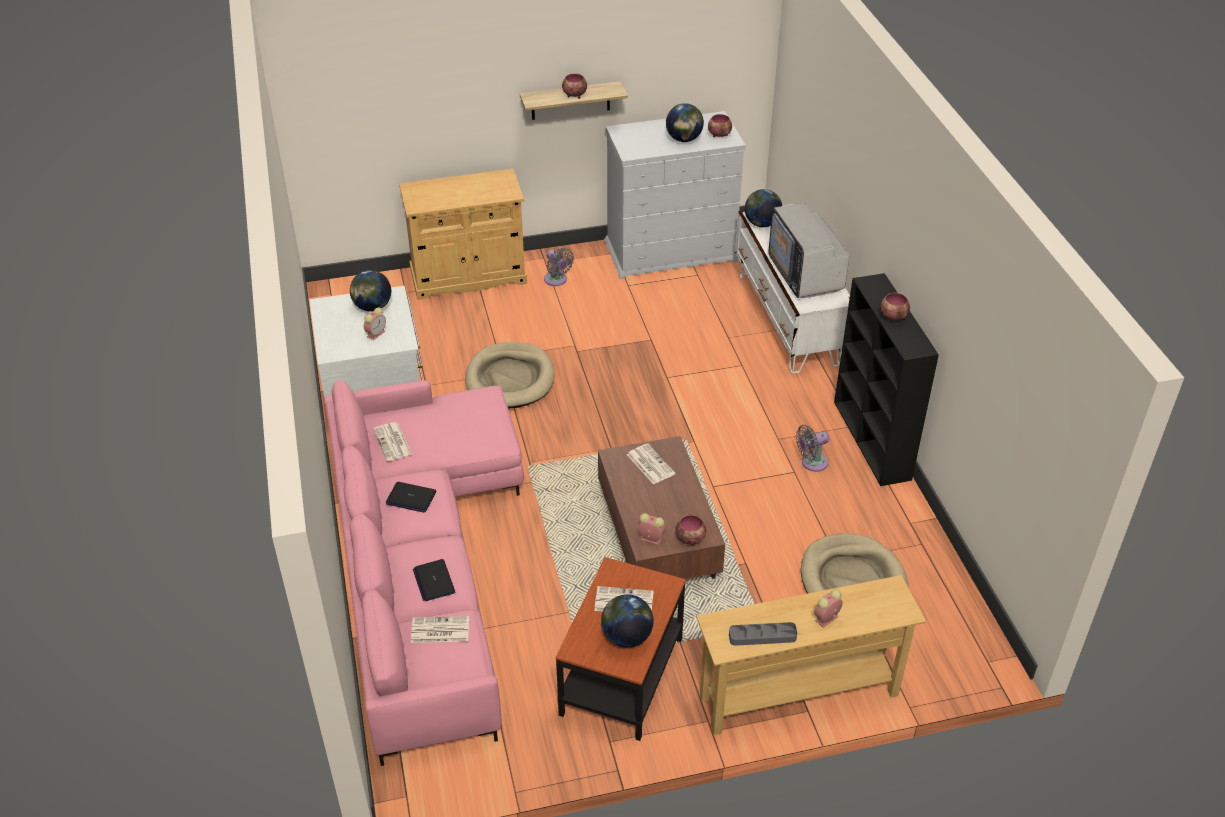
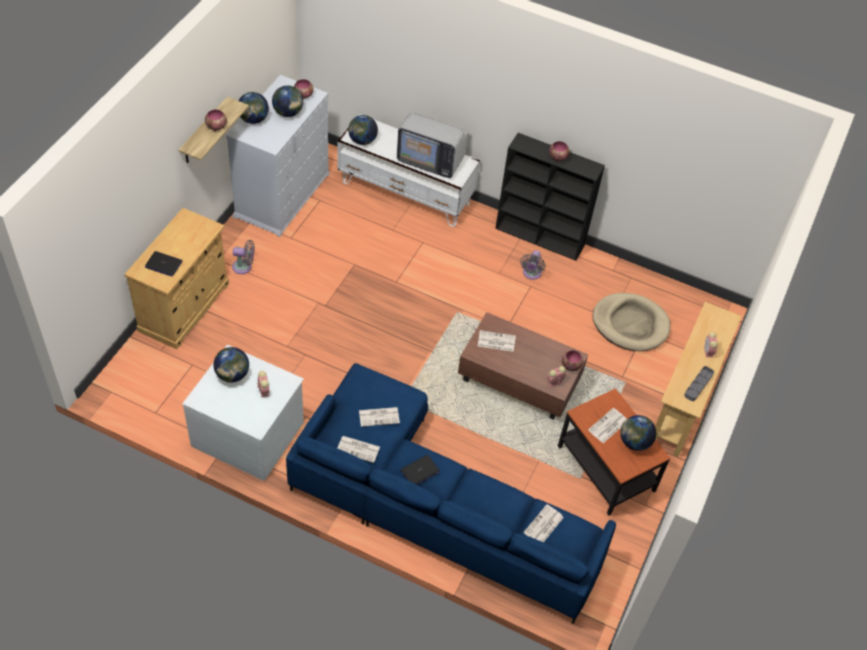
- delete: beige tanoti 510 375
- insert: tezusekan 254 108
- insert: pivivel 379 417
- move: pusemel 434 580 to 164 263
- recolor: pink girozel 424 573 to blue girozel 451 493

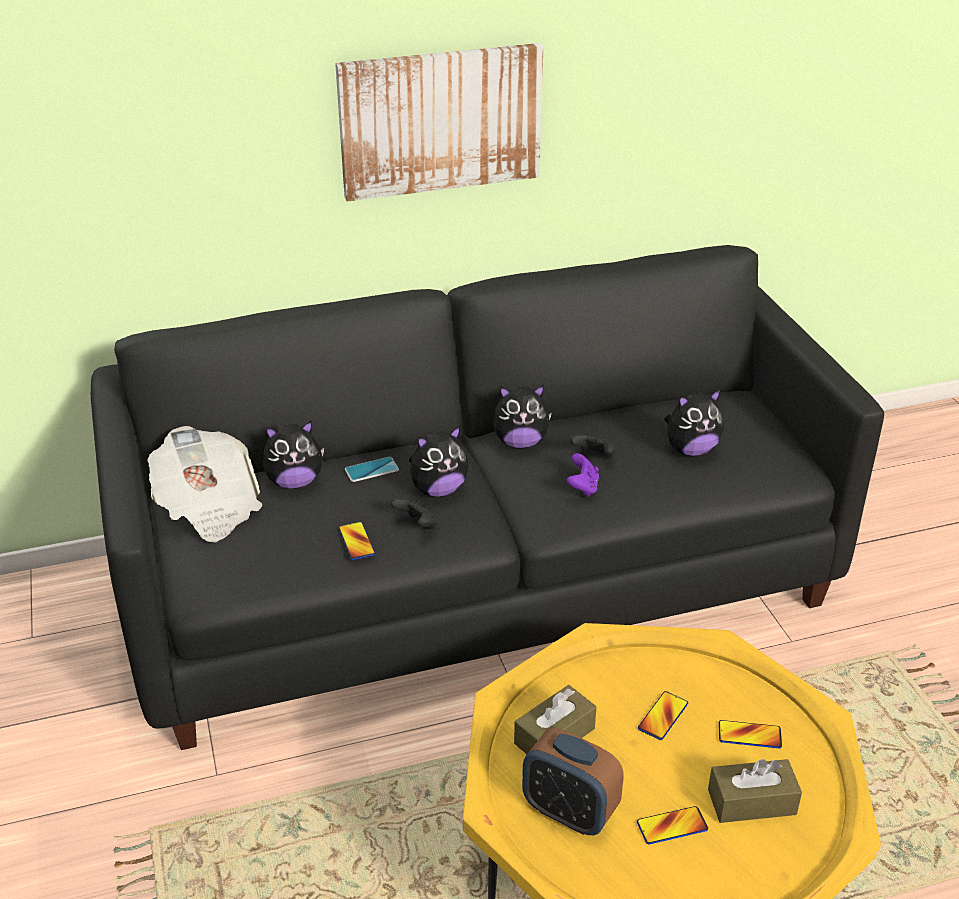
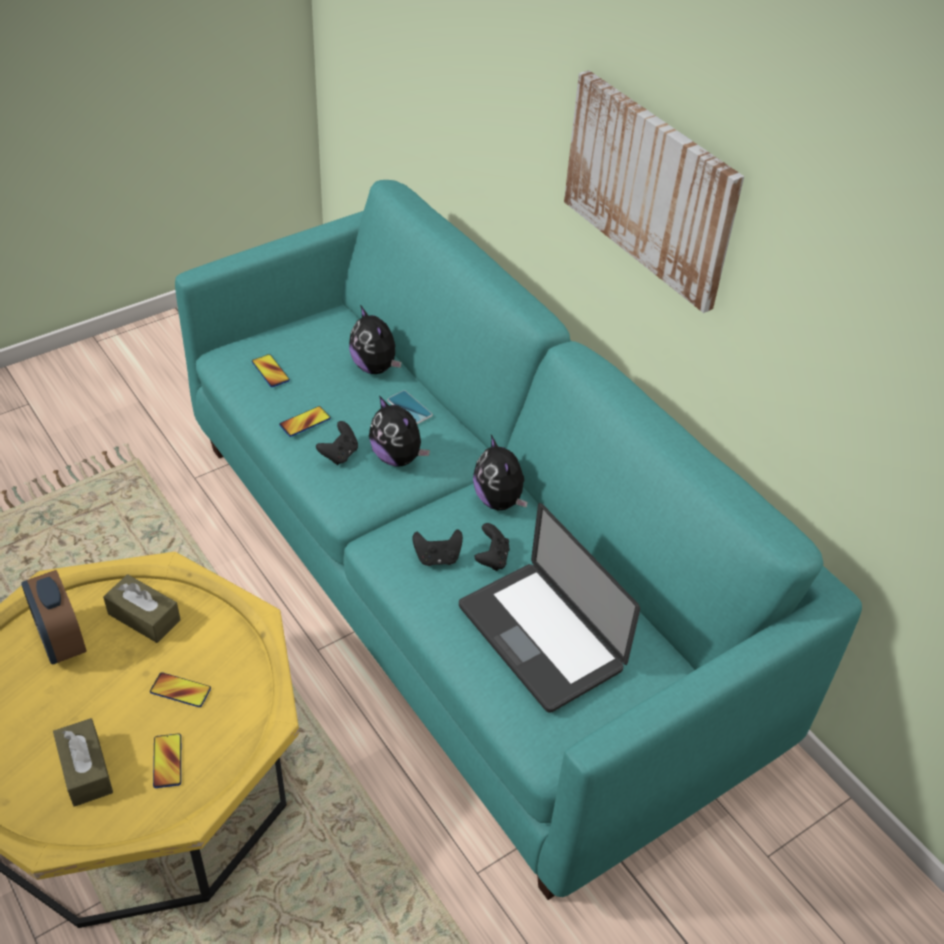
- delete: pivivel 205 484
- move: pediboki 672 825 to 271 370
- replace: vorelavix 694 422 to pusemel 549 608
- recolor: black girozel 487 497 to turquoise girozel 518 540
- recolor: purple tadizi 582 475 to black tadizi 438 547
- rotate: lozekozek 573 781 = 54 617 45 degrees counterclockwise

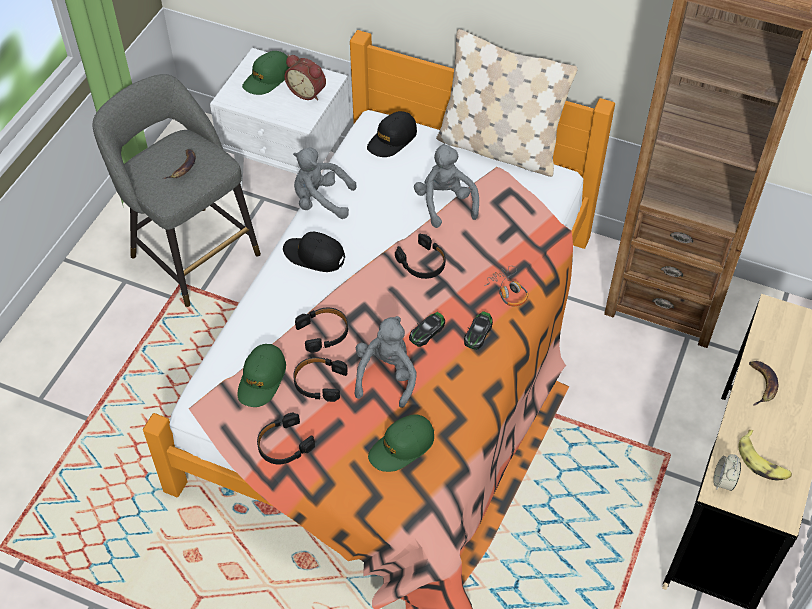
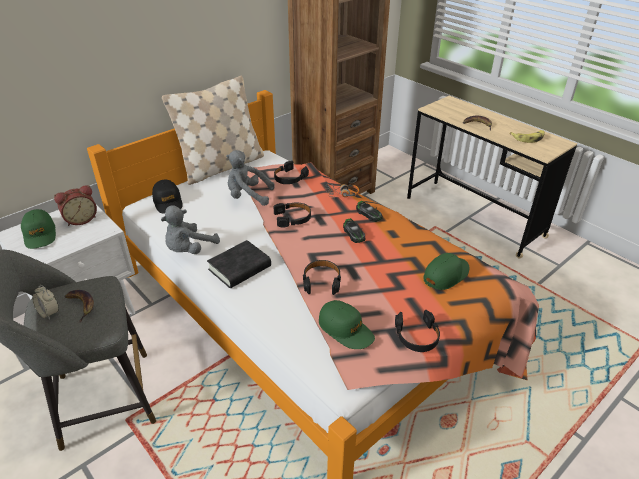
- delete: grey vorelavix 386 362
- move: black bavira 320 379 to 291 172
- move: lozekozek 727 472 to 45 302
- replace: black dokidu 314 252 to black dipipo 239 264
- rotate: green dokidu 401 443 = 446 271 120 degrees counterclockwise

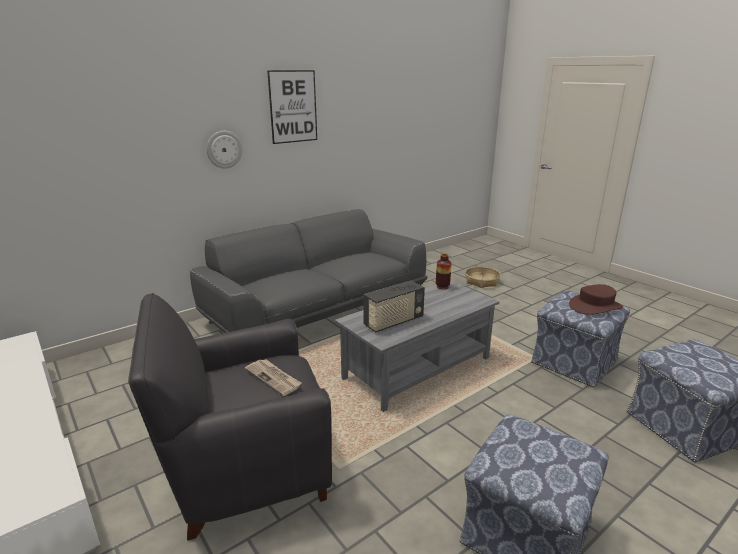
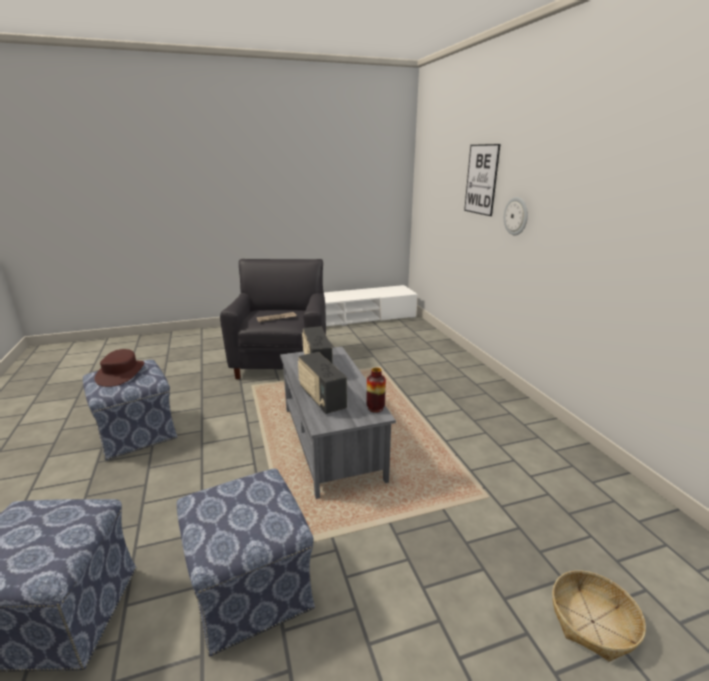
- delete: grey girozel 309 271
- insert: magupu 322 383
- move: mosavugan 292 107 to 482 180
- move: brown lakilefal 596 299 to 119 368

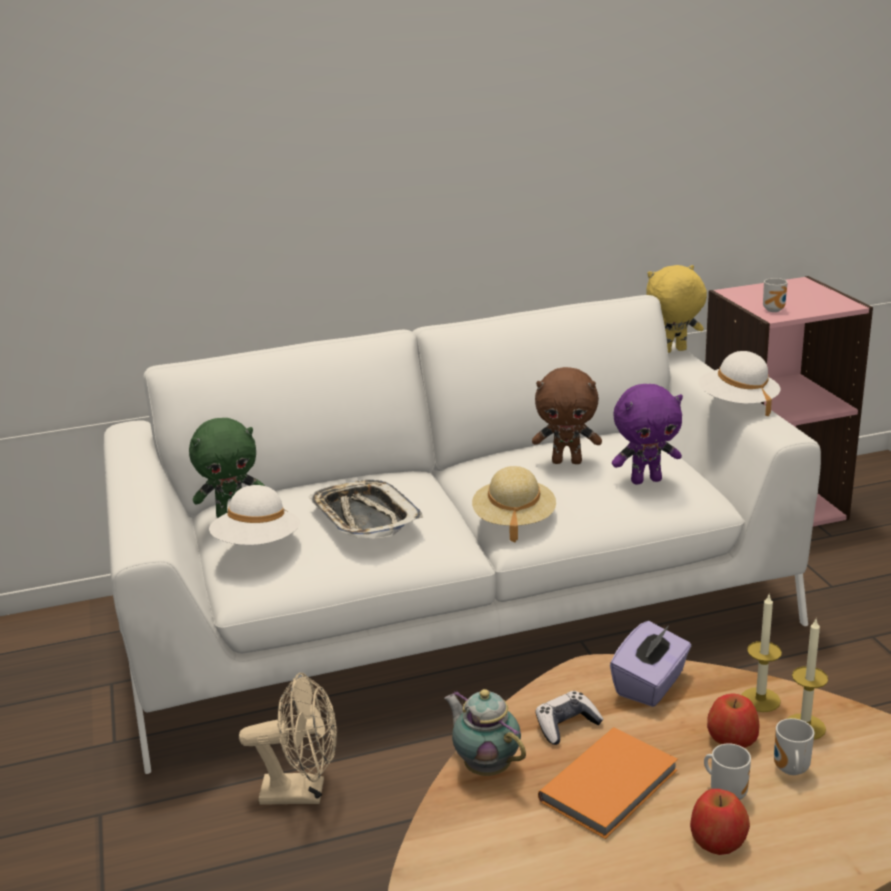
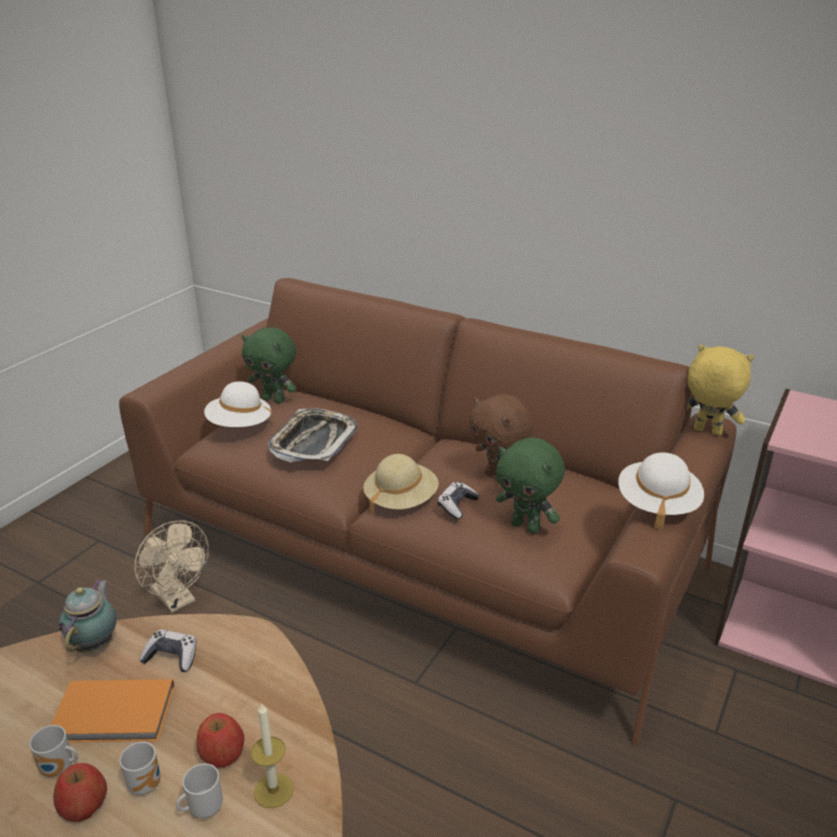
- delete: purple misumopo 650 664
- delete: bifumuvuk 762 652
- insert: tadizi 458 500
- move: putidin 775 295 to 53 751
- recolor: white girozel 462 534 to brown girozel 428 512
- recolor: purple vorelavix 647 434 to green vorelavix 530 486

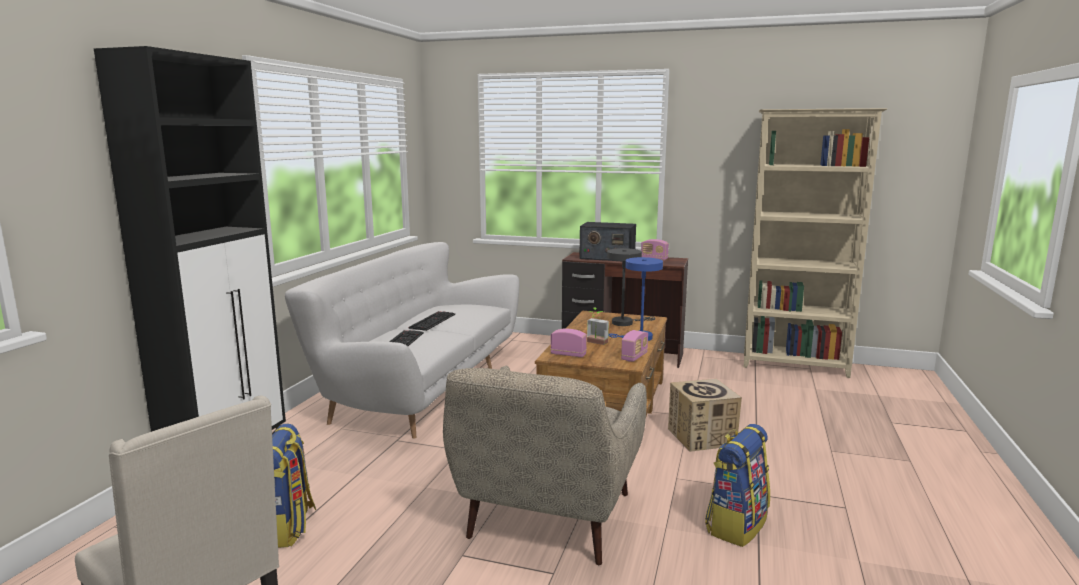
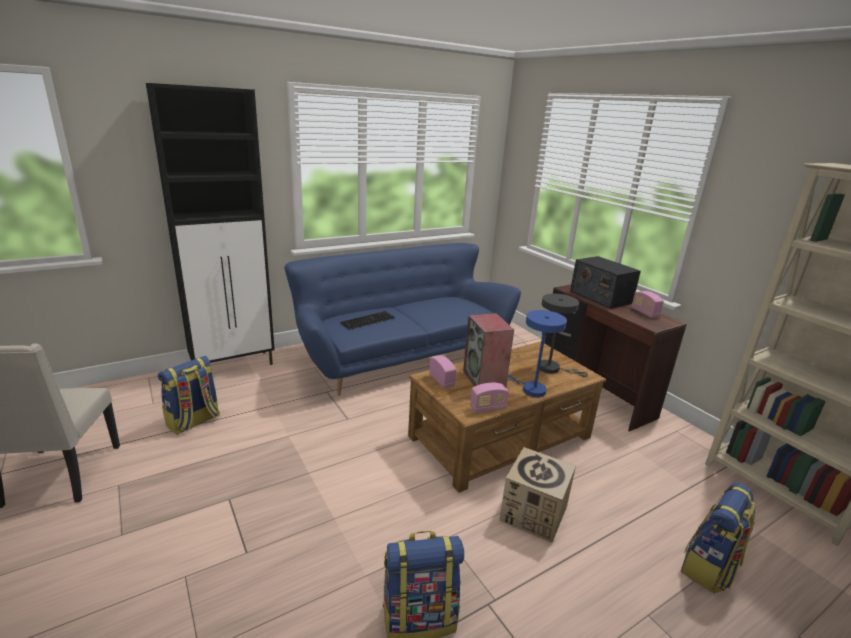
- delete: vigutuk 432 321
- delete: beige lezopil 545 465
- insert: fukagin 718 538
- replace: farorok 598 326 to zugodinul 488 350
- recolor: white girozel 402 340 to blue girozel 403 319

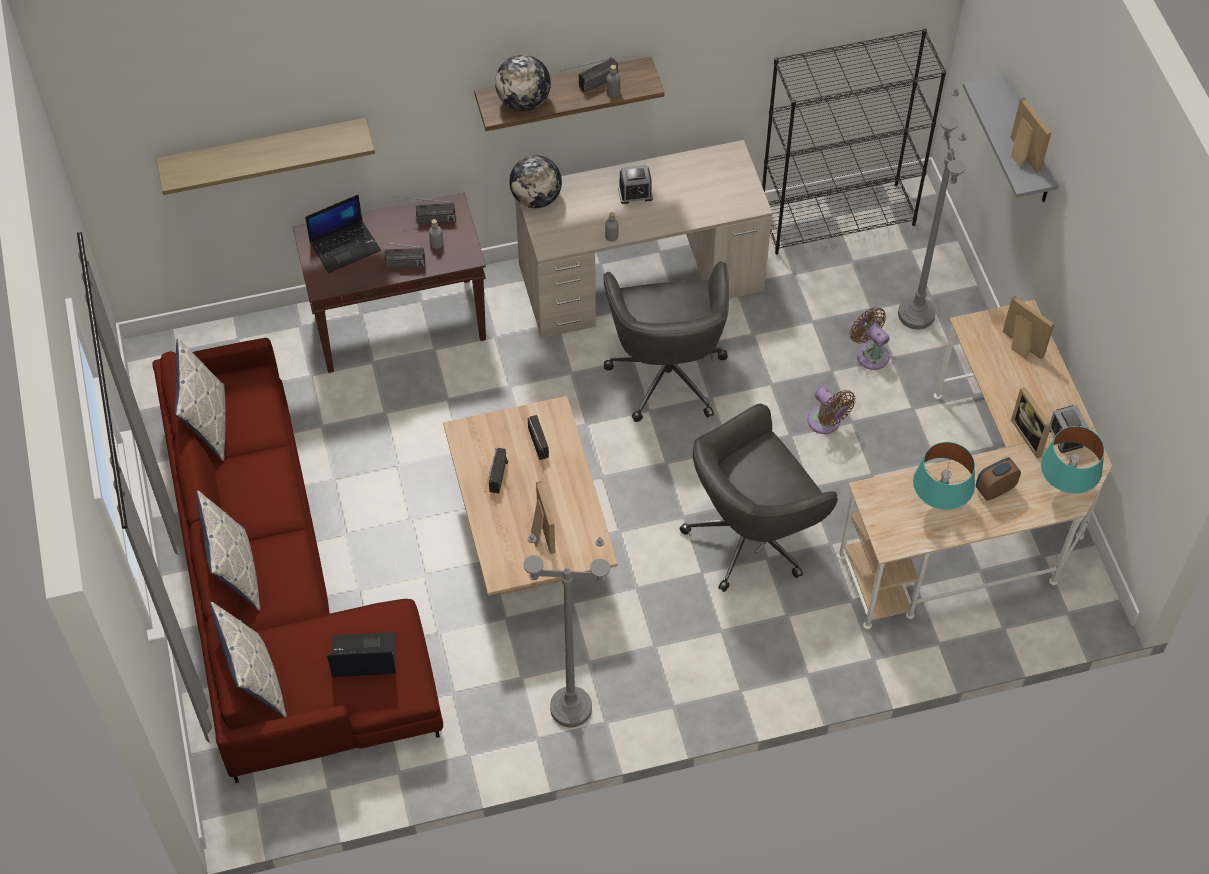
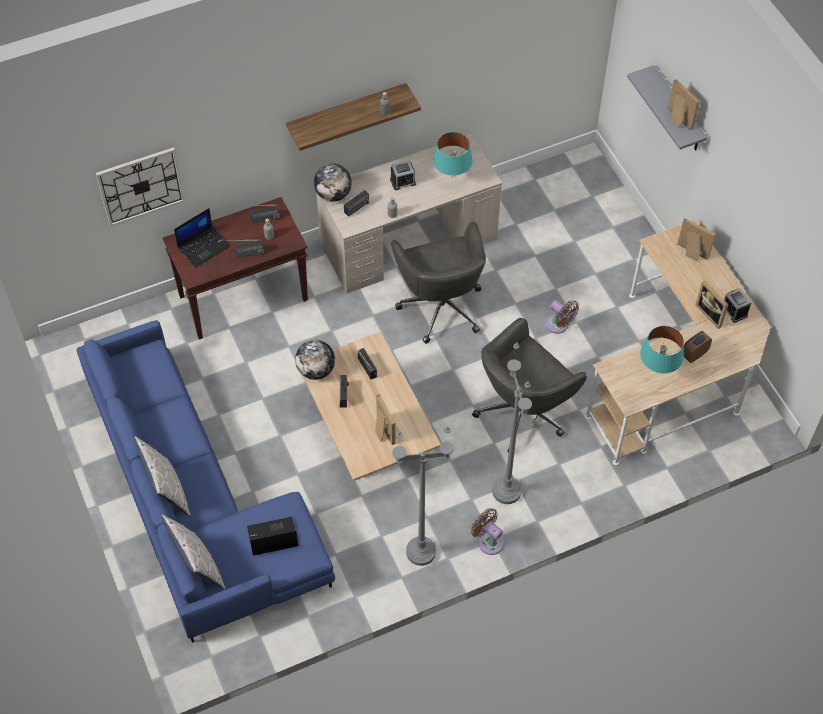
- delete: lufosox 200 399
- delete: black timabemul 854 141
- move: tezusekan 523 83 to 315 360
- move: magupu 589 75 to 350 203
- move: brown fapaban 870 338 to 487 531
- move: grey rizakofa 932 208 to 512 423
- move: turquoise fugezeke 1072 460 to 453 154
- replace: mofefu 265 156 to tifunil 140 187
- recolor: red girozel 297 560 to blue girozel 205 481

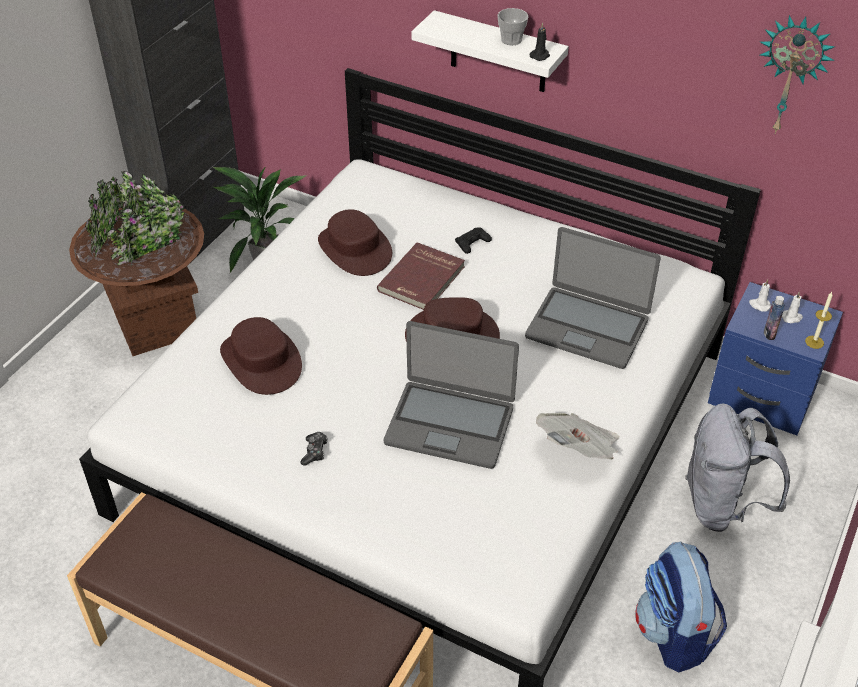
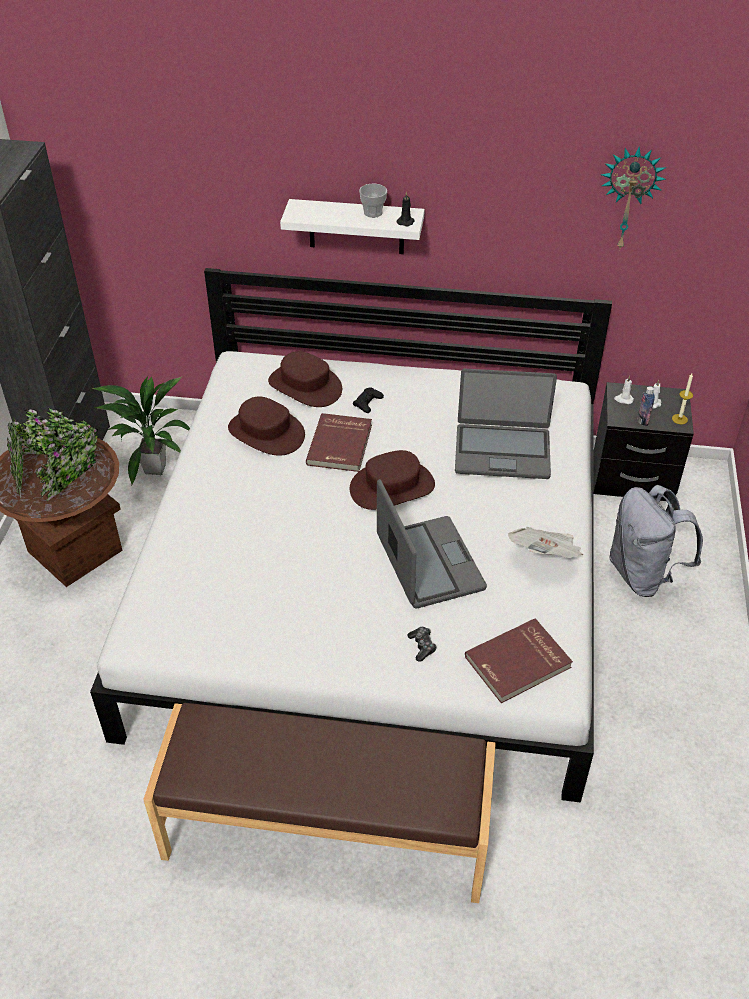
- delete: fukagin 681 607
- insert: red dipipo 519 660
- move: brown lakilefal 261 356 to 305 379
- move: tadizi 314 449 to 422 644
- recolor: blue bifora 775 358 to black bifora 643 441
- rotate: pusemel 451 395 = 432 544 105 degrees counterclockwise

